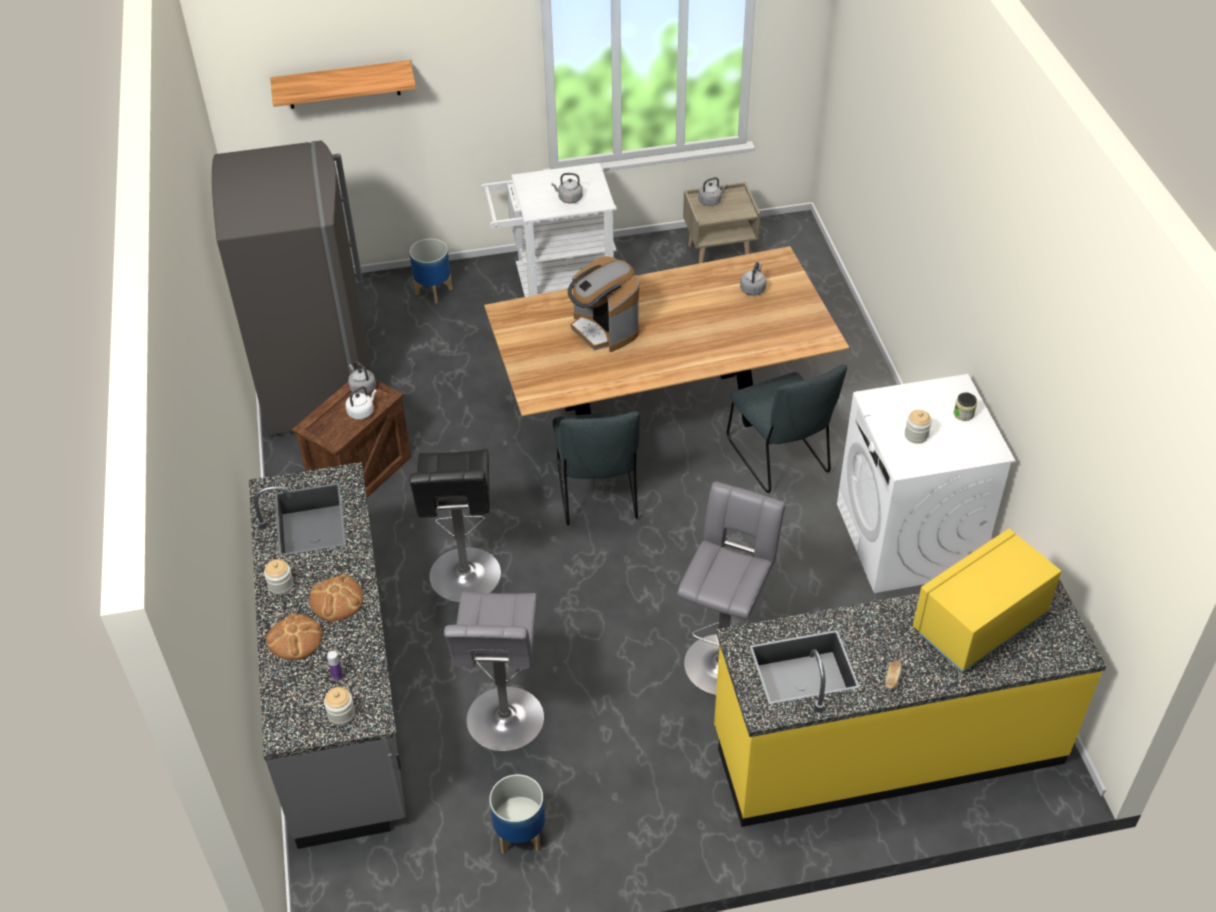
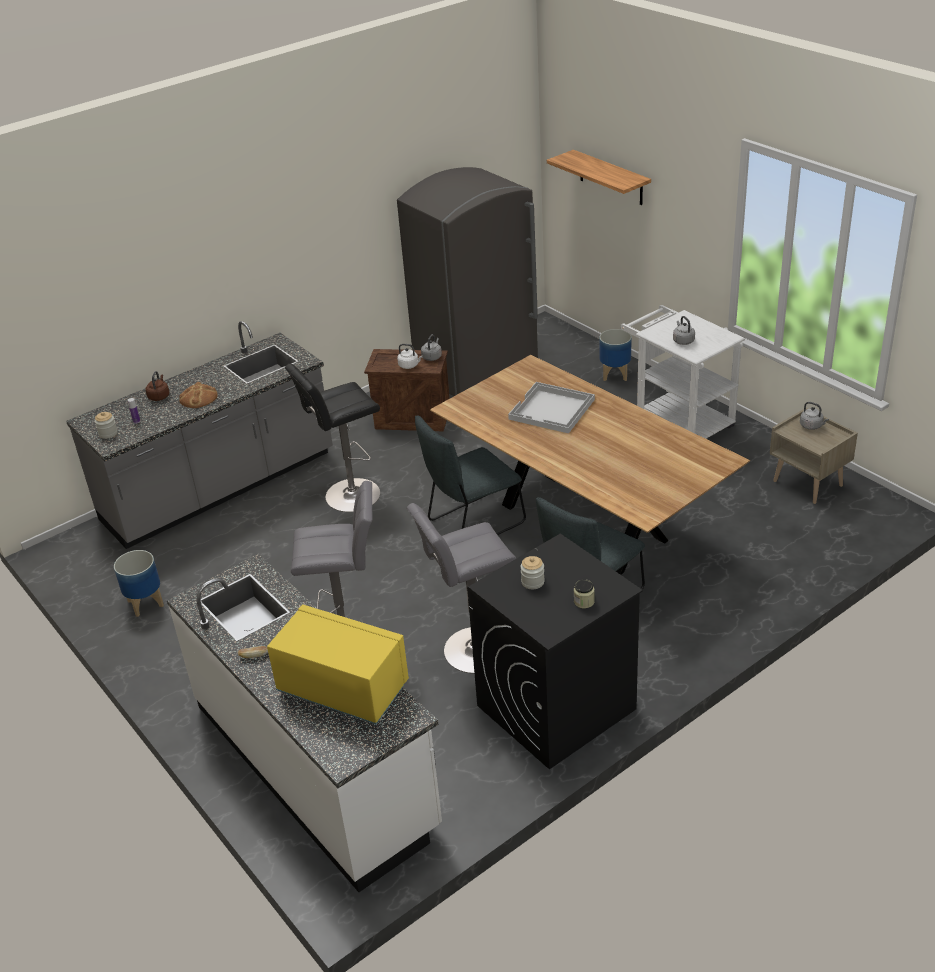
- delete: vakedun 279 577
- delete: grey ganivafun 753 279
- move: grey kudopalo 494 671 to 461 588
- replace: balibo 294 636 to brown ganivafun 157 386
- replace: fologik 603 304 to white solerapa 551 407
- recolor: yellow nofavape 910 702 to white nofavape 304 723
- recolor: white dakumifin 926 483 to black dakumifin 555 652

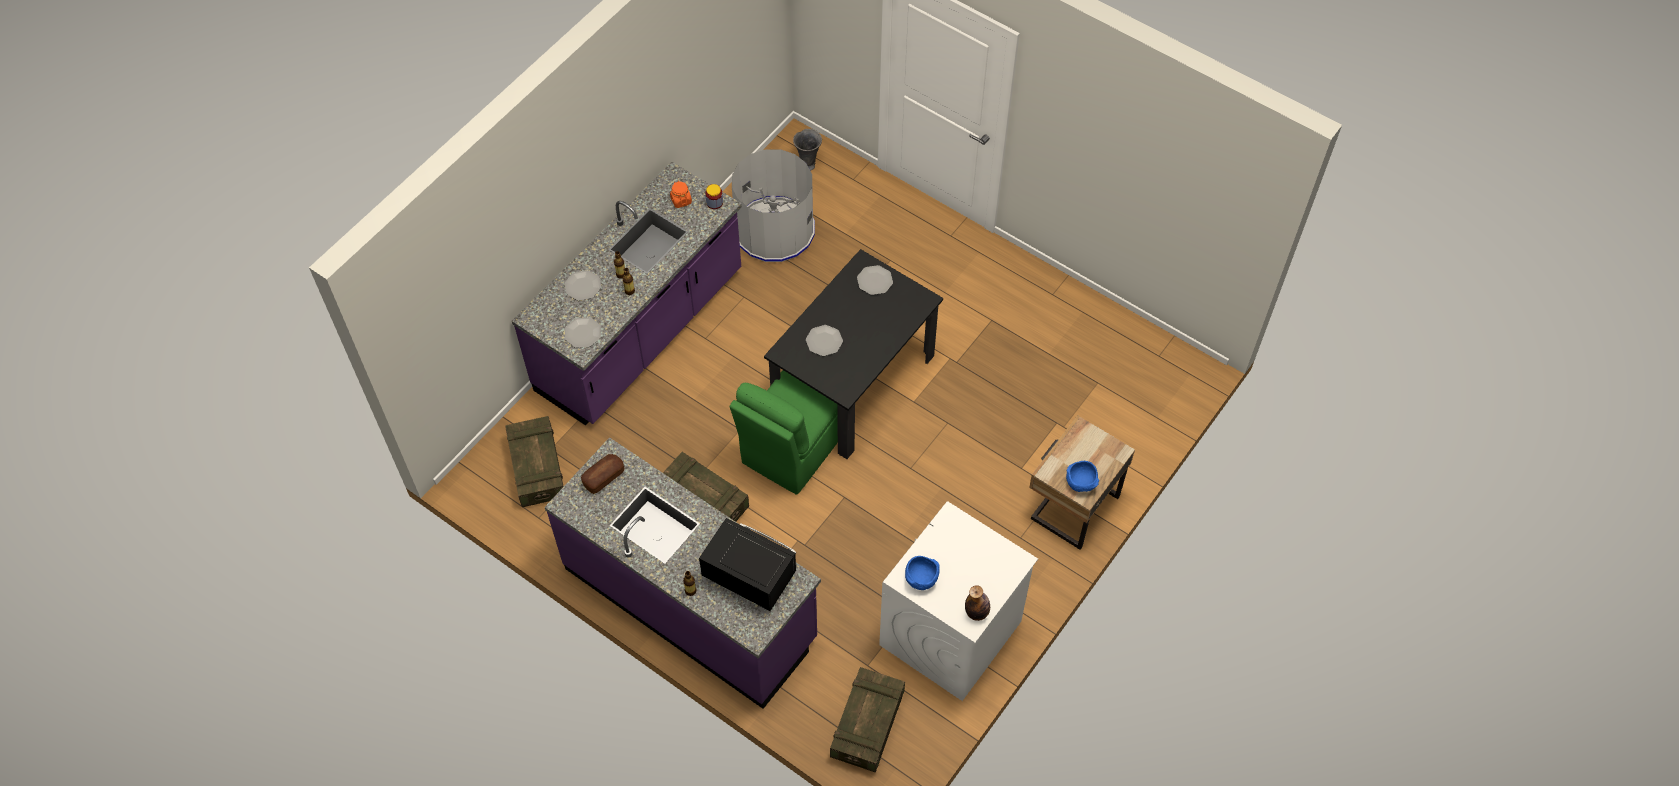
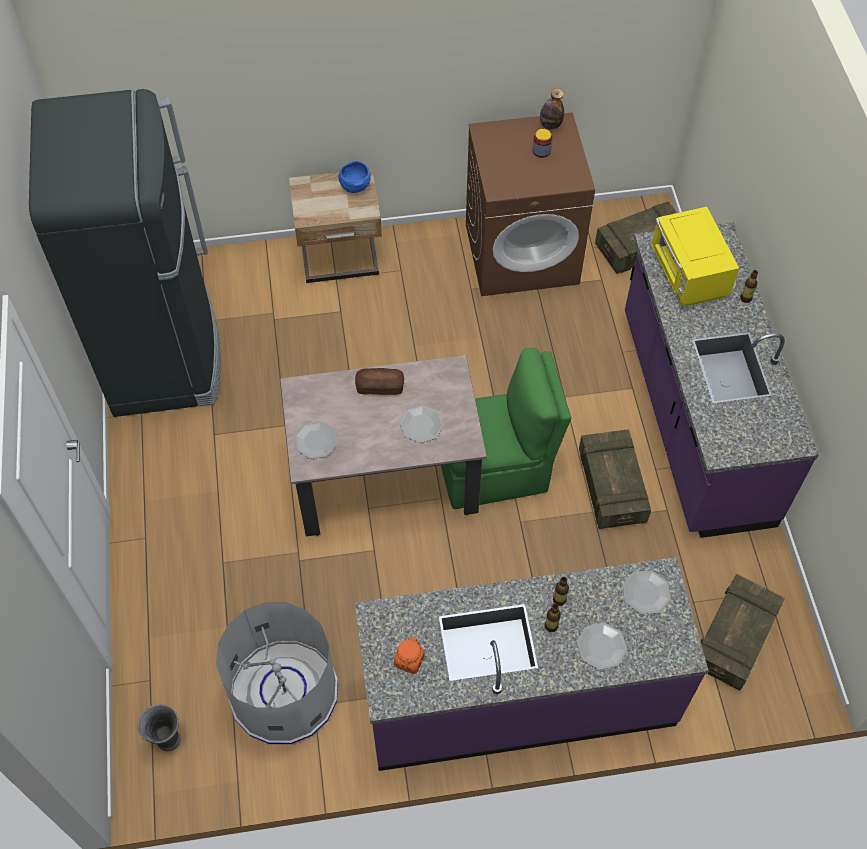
- delete: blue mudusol 922 573
- insert: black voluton 125 253
- move: balibo 602 474 to 379 381
- move: vakedun 714 196 to 542 143
- recolor: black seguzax 747 564 to yellow seguzax 695 257
- recolor: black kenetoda 853 354 to beige kenetoda 383 446
- recolor: white dakumifin 958 601 to brown dakumifin 530 204

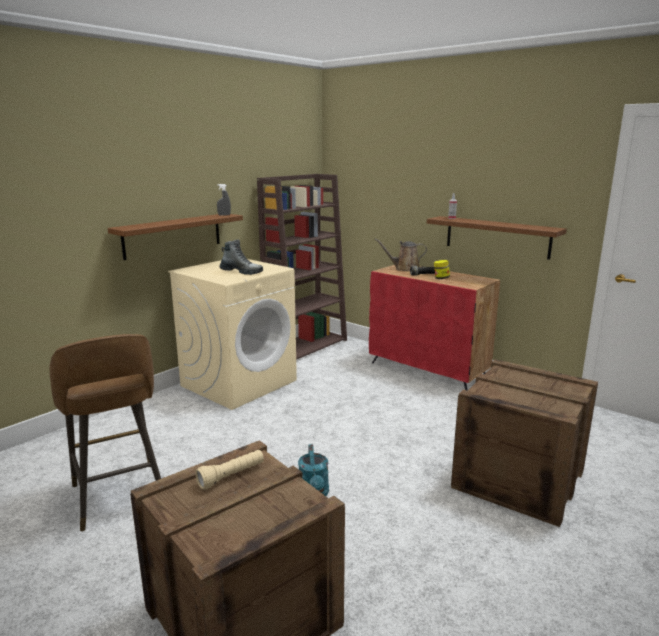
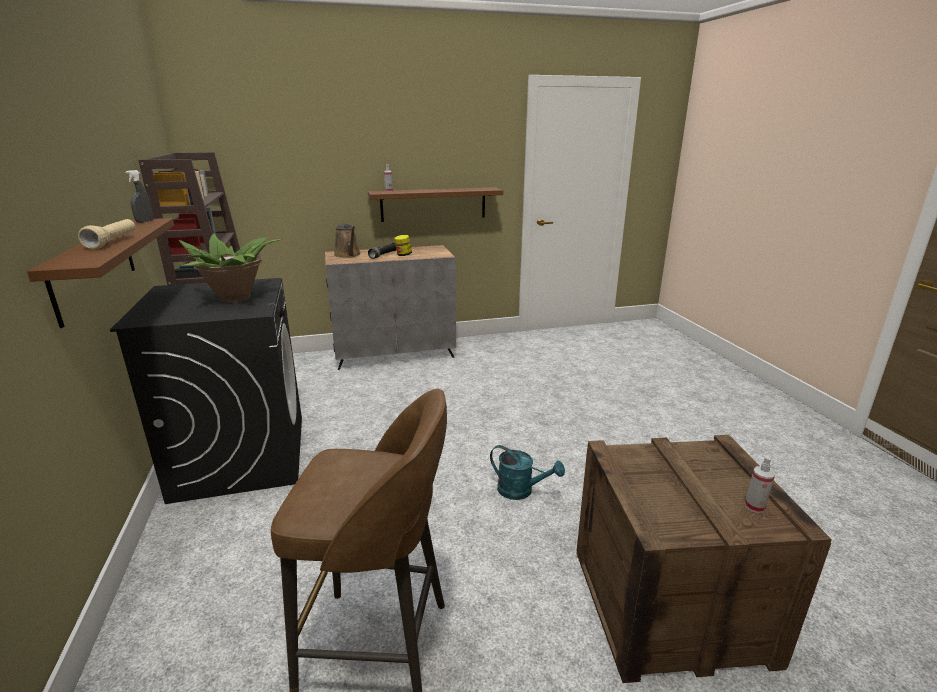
- delete: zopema 524 443
- insert: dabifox 760 484
- move: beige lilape 229 469 to 106 234
- replace: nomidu 241 257 to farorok 230 268
- recolor: beige dakumifin 232 334 to black dakumifin 206 391
- recolor: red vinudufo 434 328 to grey vinudufo 390 307
- rotate: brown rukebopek 400 254 = 347 240 60 degrees counterclockwise

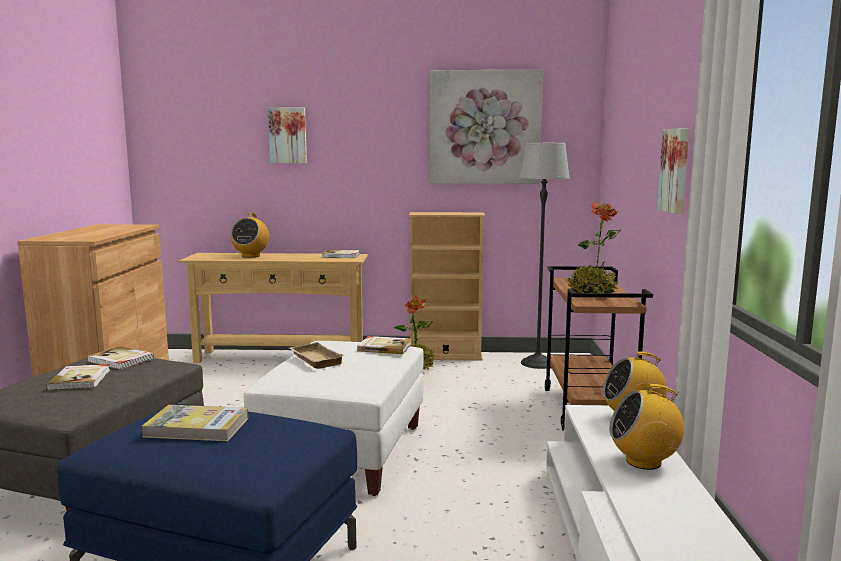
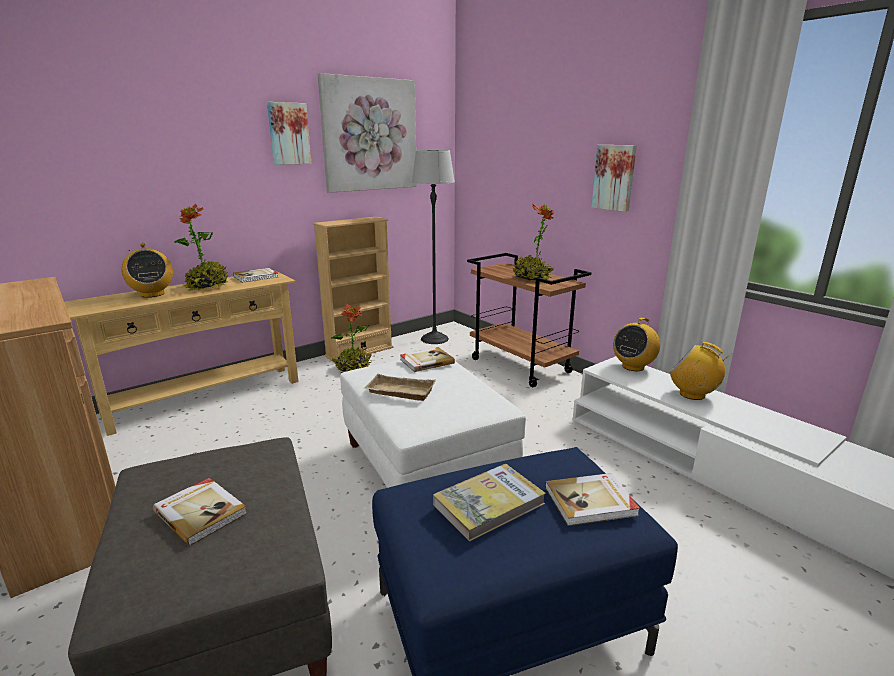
- insert: farorok 201 247
- move: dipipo 120 357 to 592 499
- move: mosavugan 287 135 to 289 133
- rotate: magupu 646 427 = 700 371 75 degrees clockwise

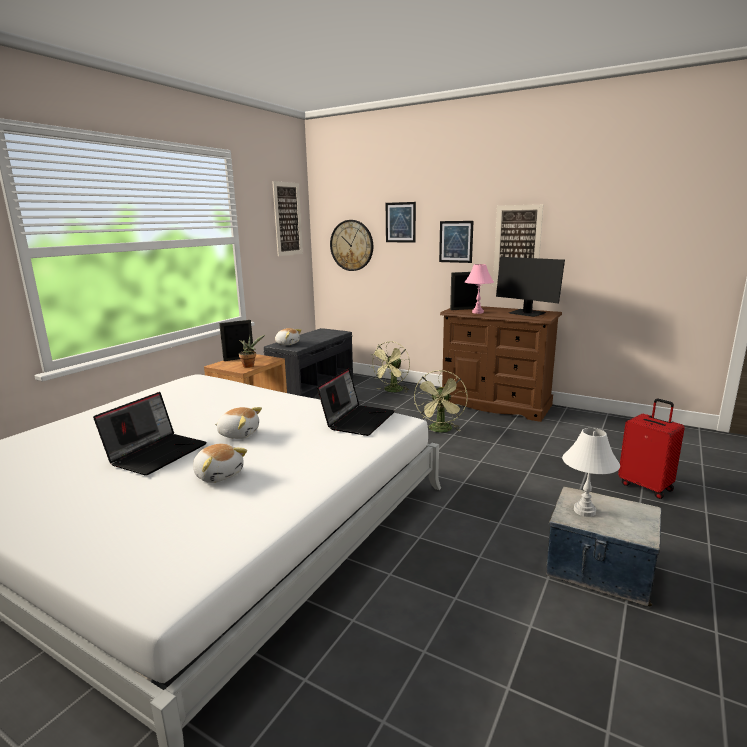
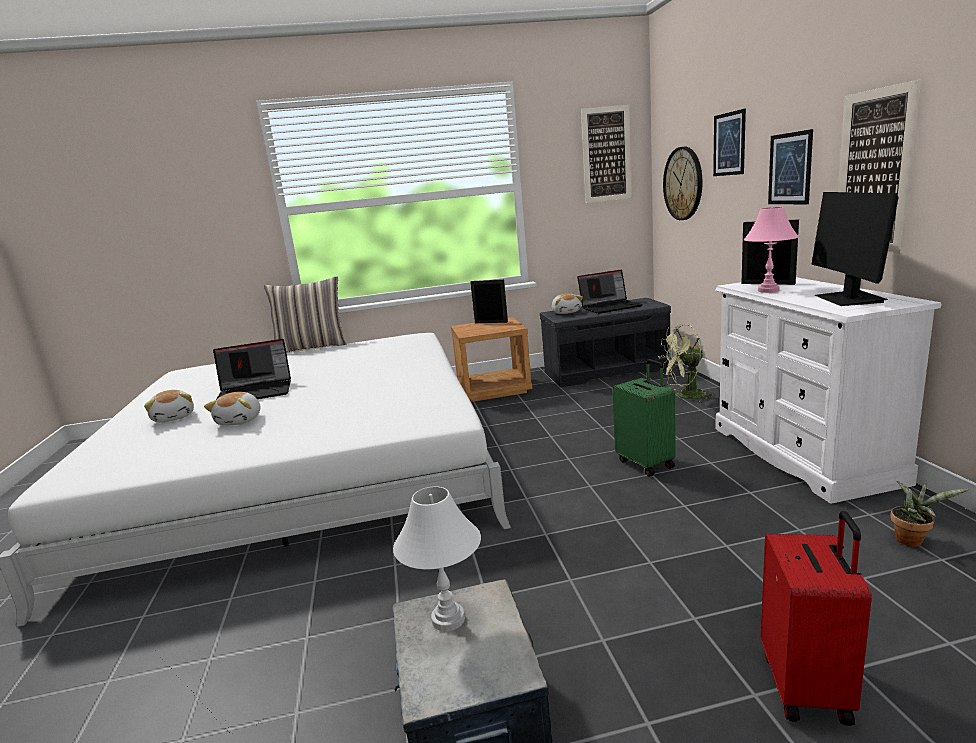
- insert: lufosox 305 314
- move: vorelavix 238 423 to 169 406
- move: farorok 252 351 to 930 513
- move: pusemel 356 402 to 610 292
- replace: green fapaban 441 401 to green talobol 644 417
- recolor: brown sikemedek 501 364 to white sikemedek 828 390

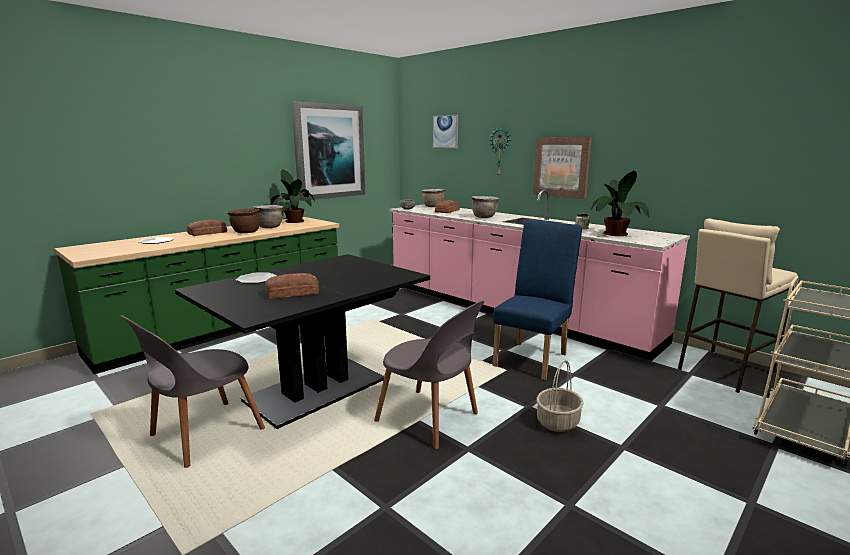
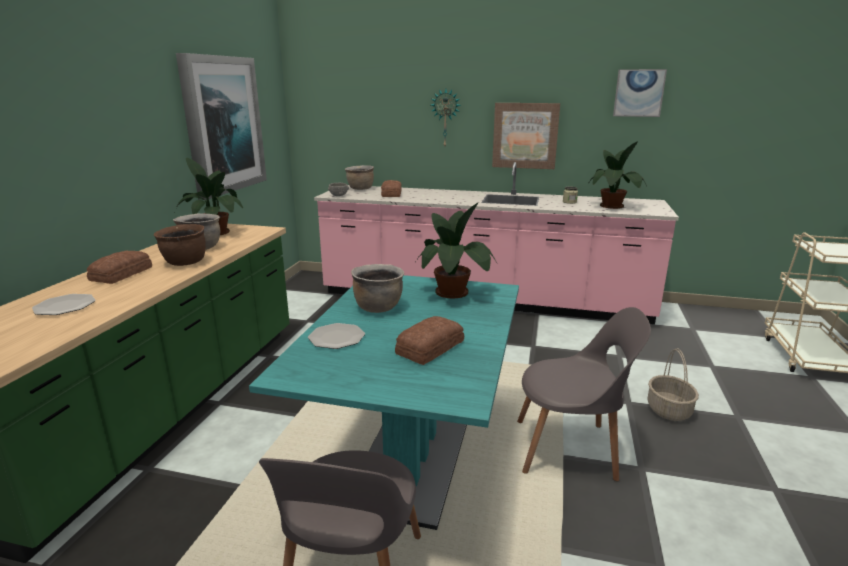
- delete: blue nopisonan 537 300
- delete: beige kudopalo 737 305
- insert: farorok 456 251
- move: mosavugan 445 131 to 640 93
- move: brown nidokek 485 207 to 377 288
- recolor: black kenetoda 302 341 to turquoise kenetoda 384 402

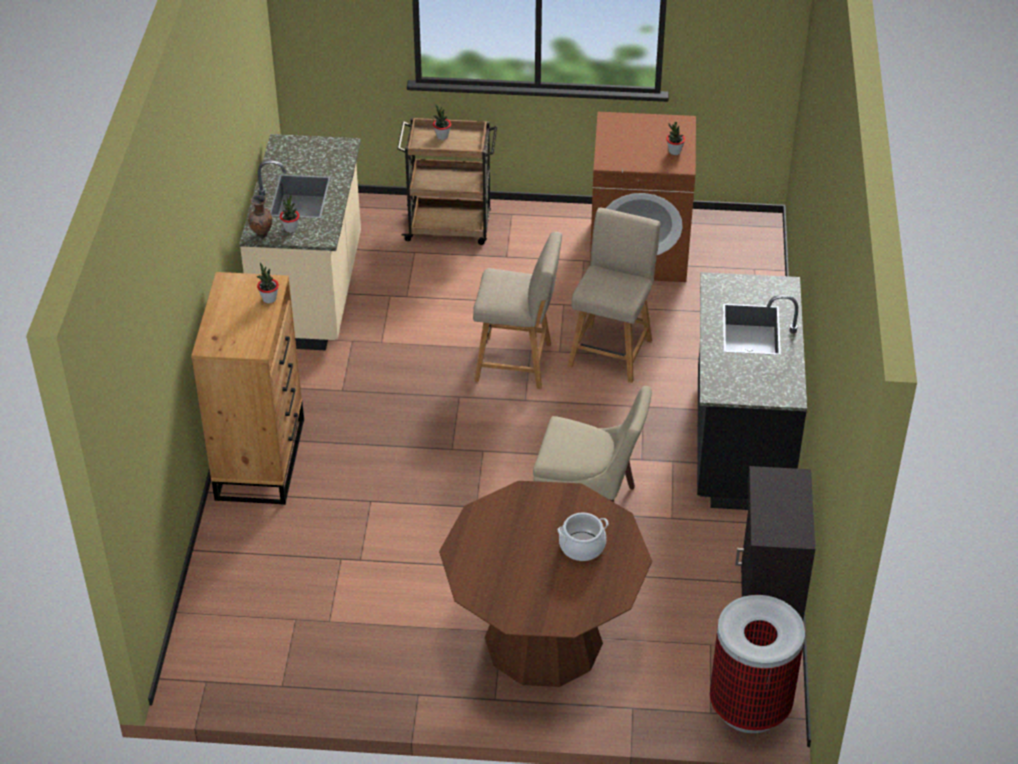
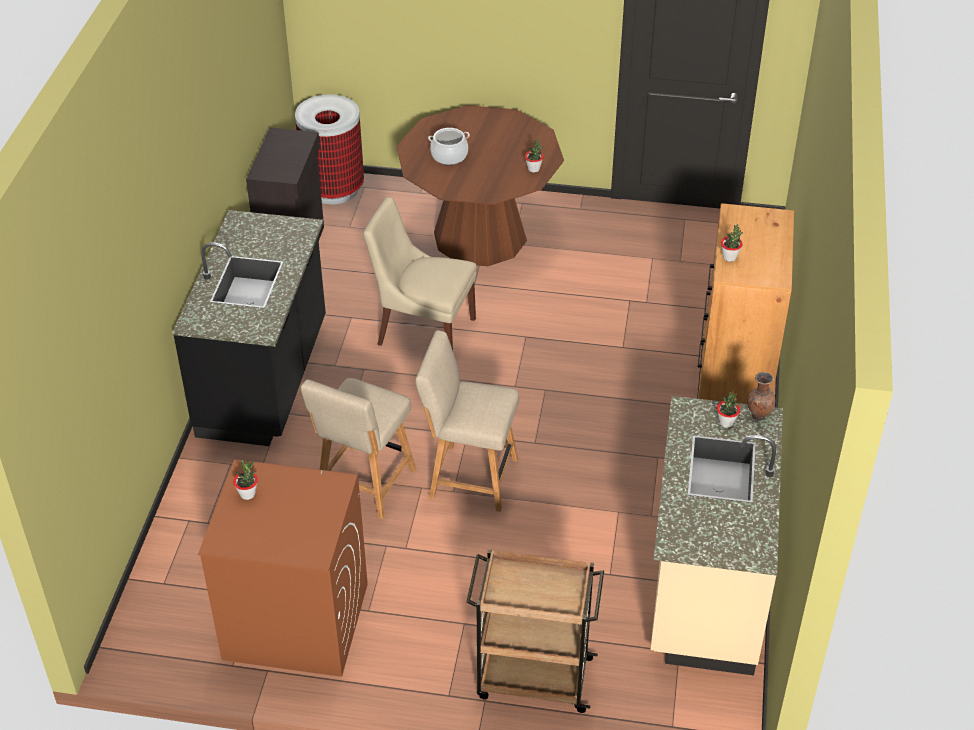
- move: farorok 442 122 to 534 156

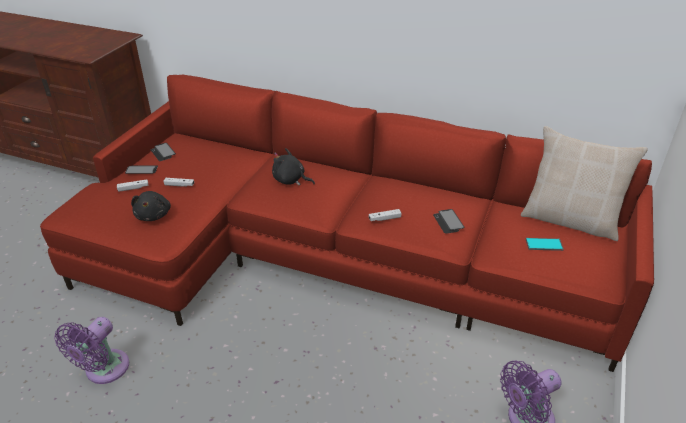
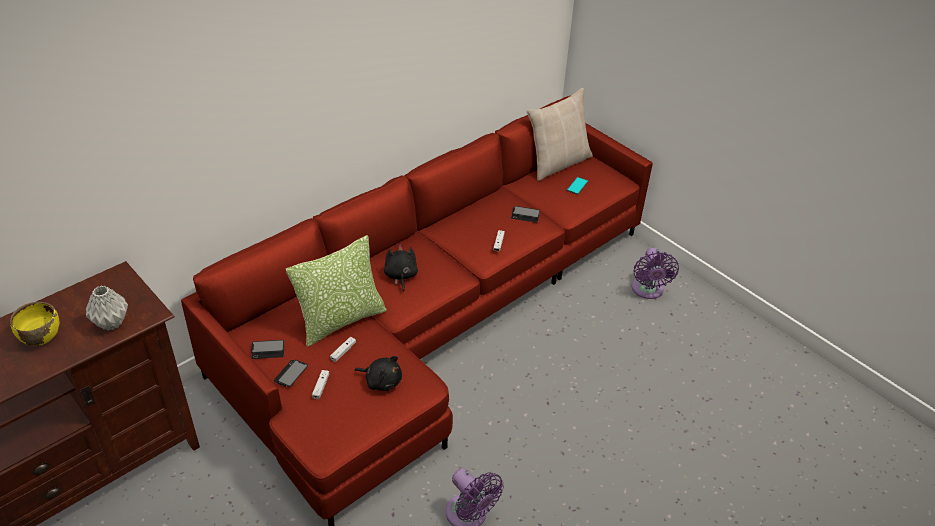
- insert: yellow mudusol 35 323
- insert: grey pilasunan 107 308
- insert: lufosox 336 291
- rotate: black vorelavix 293 167 = 401 268 120 degrees clockwise

